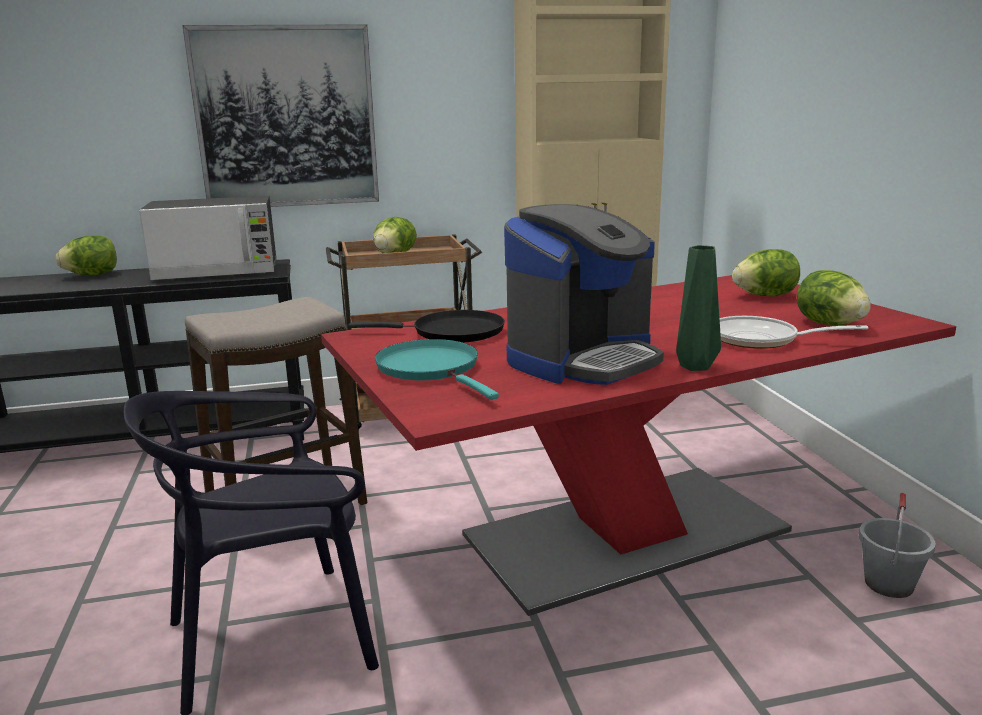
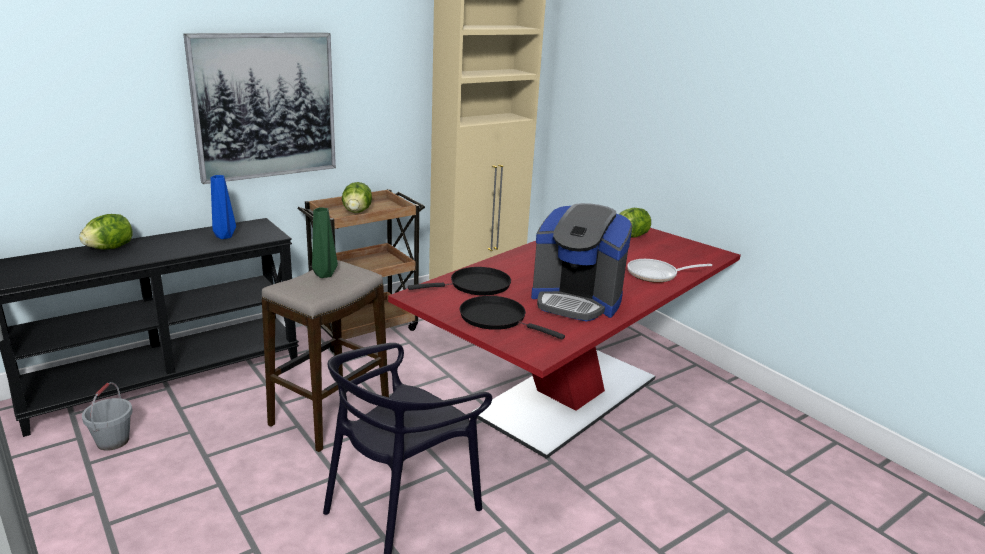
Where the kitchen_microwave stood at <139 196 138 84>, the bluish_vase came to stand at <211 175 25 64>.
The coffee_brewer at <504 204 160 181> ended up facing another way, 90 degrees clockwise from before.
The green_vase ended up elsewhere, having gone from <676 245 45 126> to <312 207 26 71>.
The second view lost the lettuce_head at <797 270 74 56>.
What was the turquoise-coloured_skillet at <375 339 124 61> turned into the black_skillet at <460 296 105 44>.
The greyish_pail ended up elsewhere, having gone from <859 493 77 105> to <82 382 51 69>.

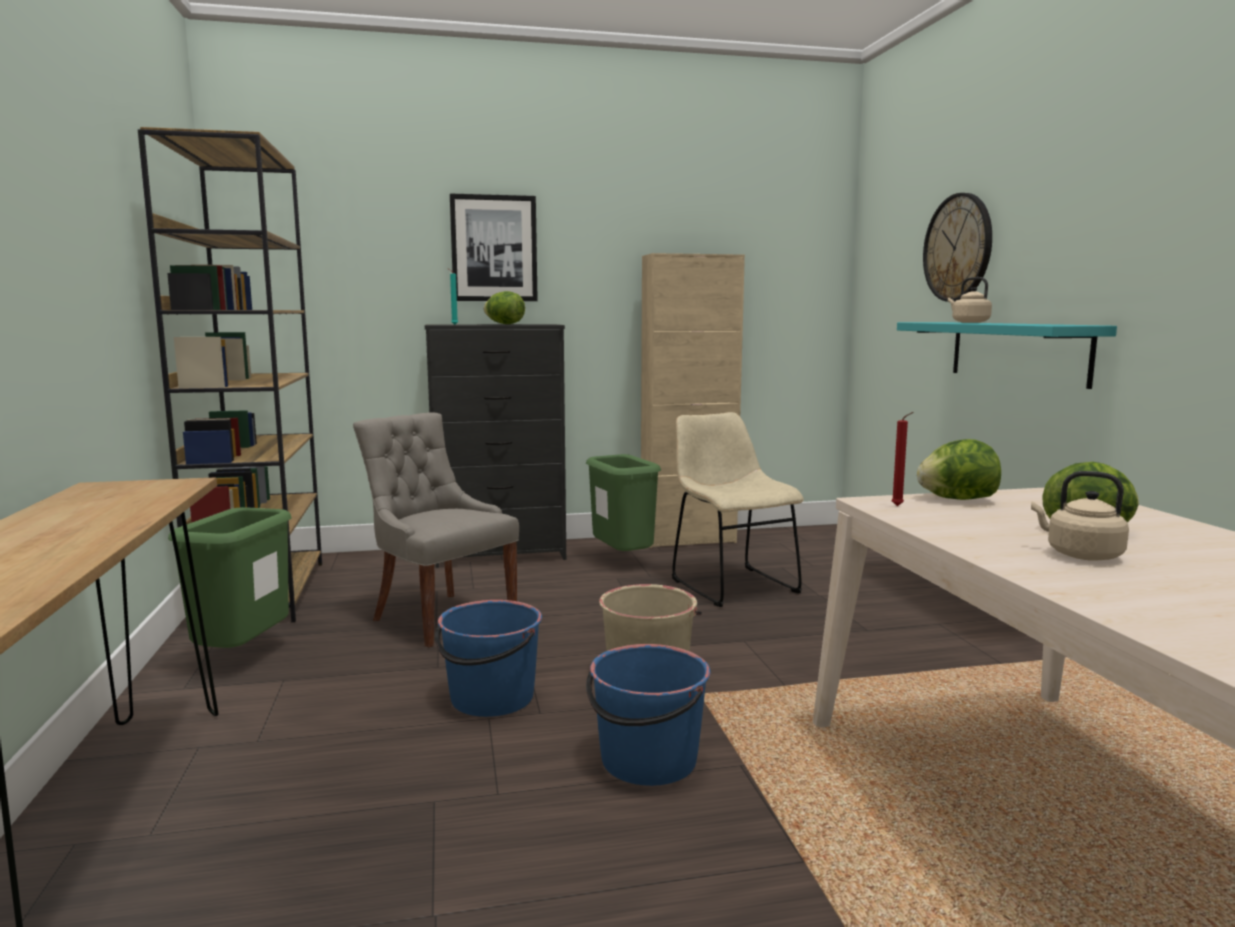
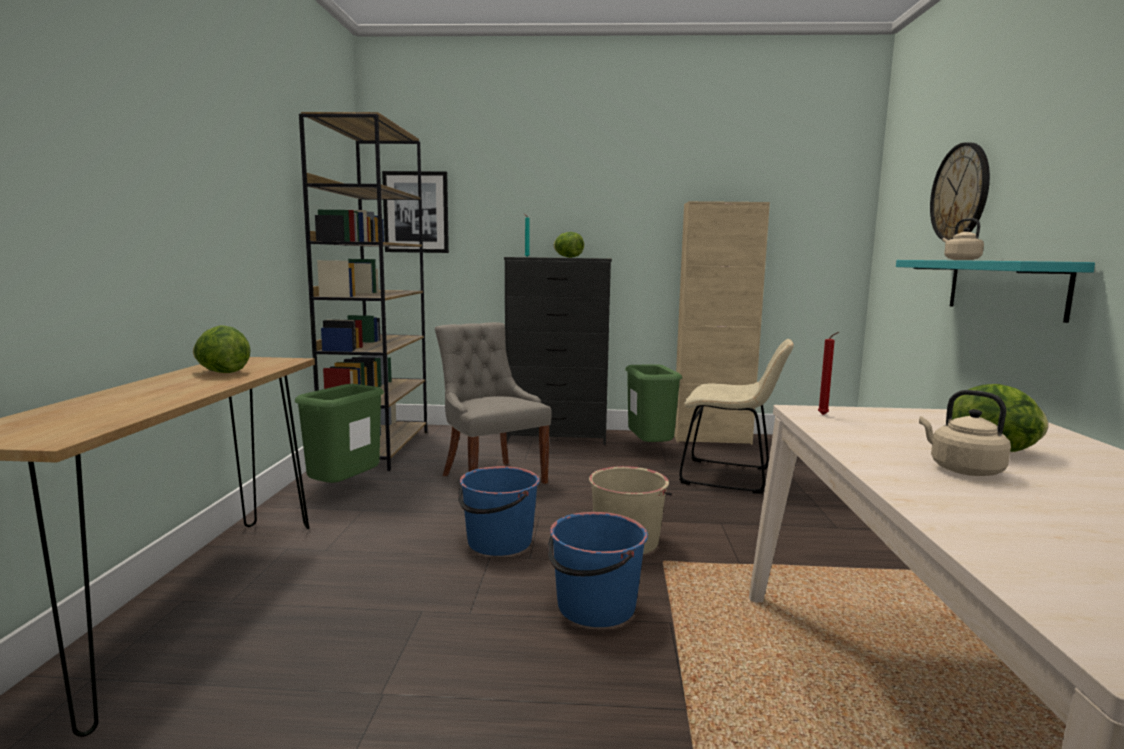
The picture ended up elsewhere, having gone from <450 193 88 108> to <382 171 67 82>.
The sand-coloured_upright_chair at <672 412 132 195> ended up facing another way, 120 degrees clockwise from before.
The lettuce_head ended up elsewhere, having gone from <917 439 84 61> to <193 325 58 48>.

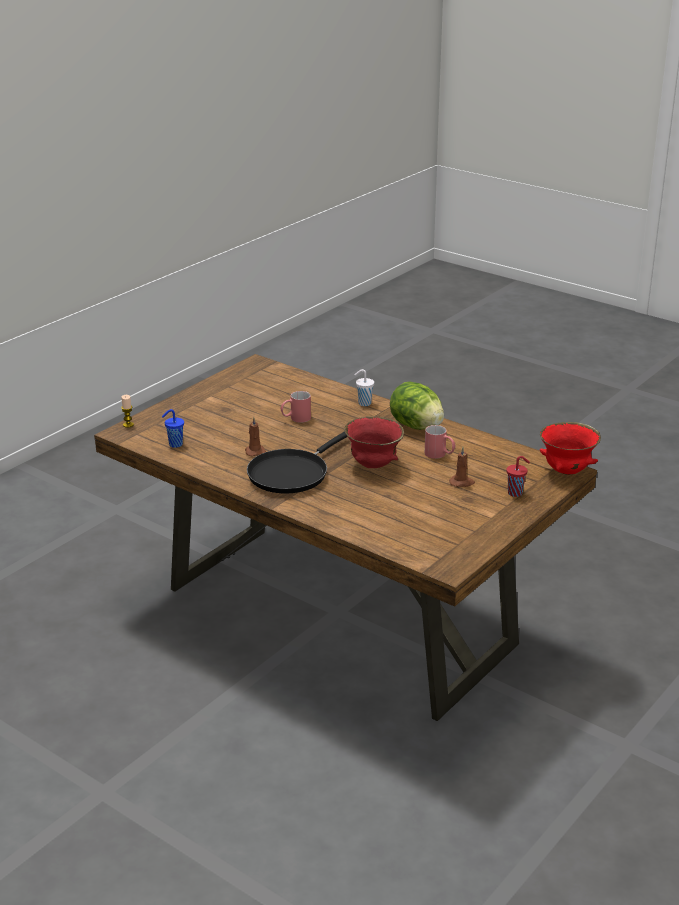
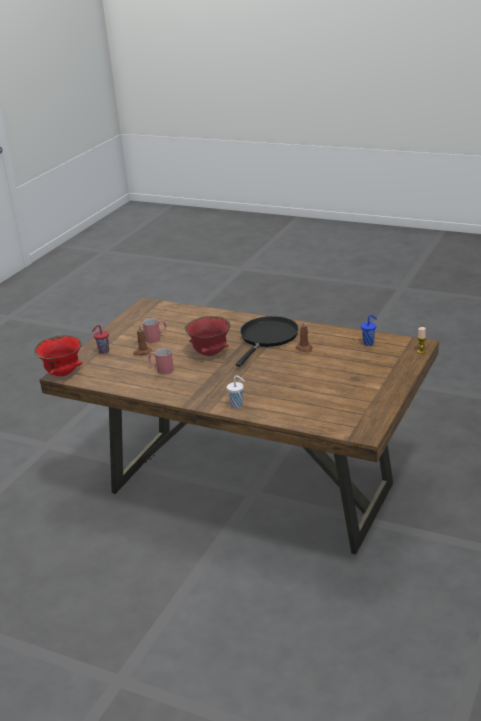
The second view lost the lettuce_head at <390 381 54 49>.
The red-coloured_mug ended up elsewhere, having gone from <281 391 30 32> to <143 318 23 25>.

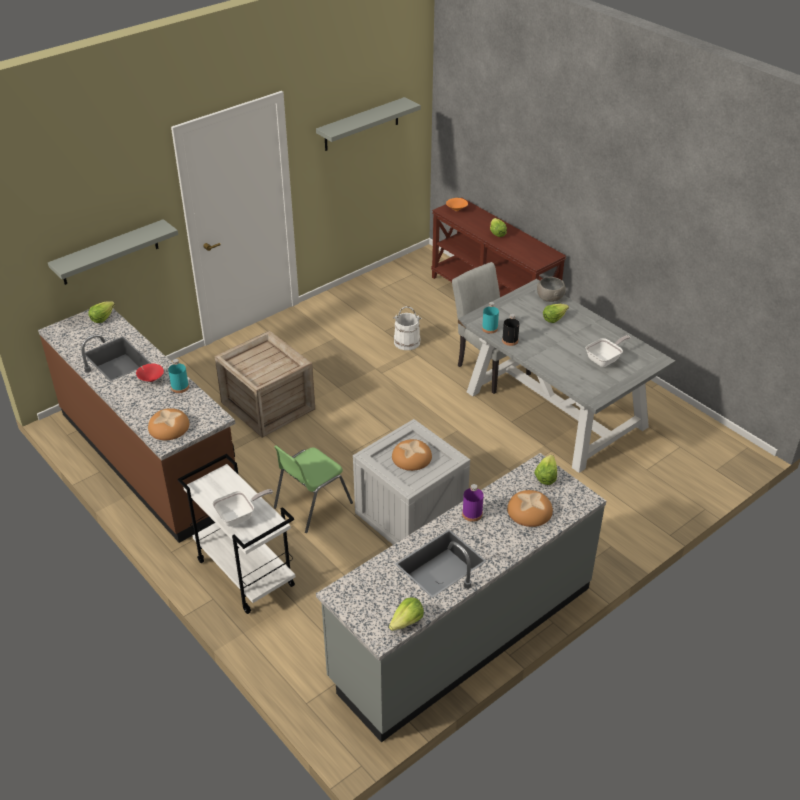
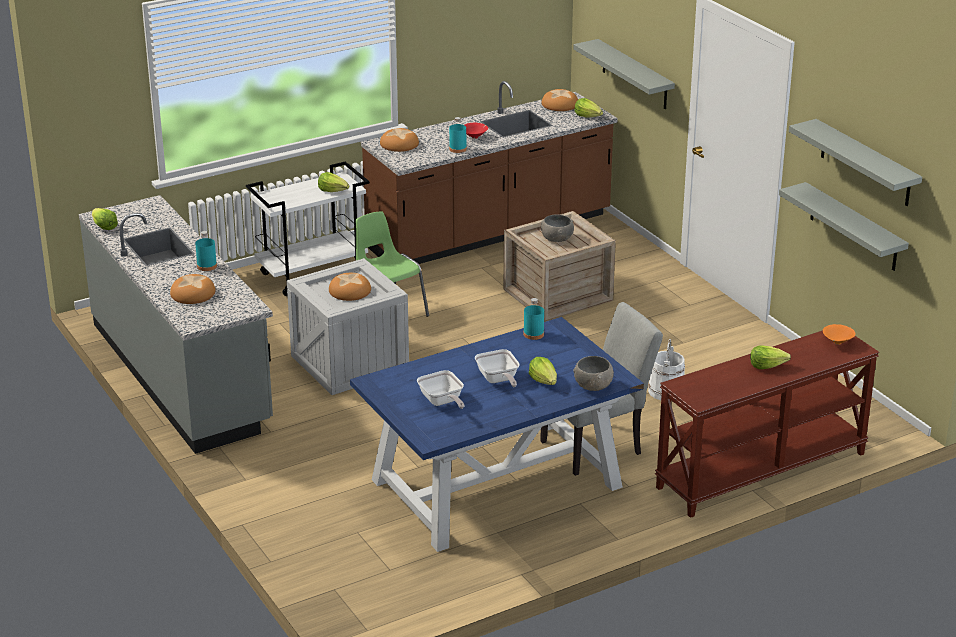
What was the greyish_dining_table at <458 279 217 194> turned into the bluish_dining_table at <350 317 294 235>.
The second view lost the black_beverage_bottle at <502 314 18 32>.
The lettuce_head ended up elsewhere, having gone from <534 455 23 30> to <318 172 31 20>.
What was the purple-coloured_beverage_bottle at <462 484 21 38> turned into the turquoise-coloured_beverage_bottle at <195 231 22 40>.
The skillet ended up elsewhere, having gone from <212 489 61 38> to <475 349 45 38>.
The second view gained the bakery_bread at <542 89 36 22>.
The second view gained the greyish_wall_shelf at <779 182 130 89>.
The second view gained the greyish_serving_bowl at <541 214 33 28>.

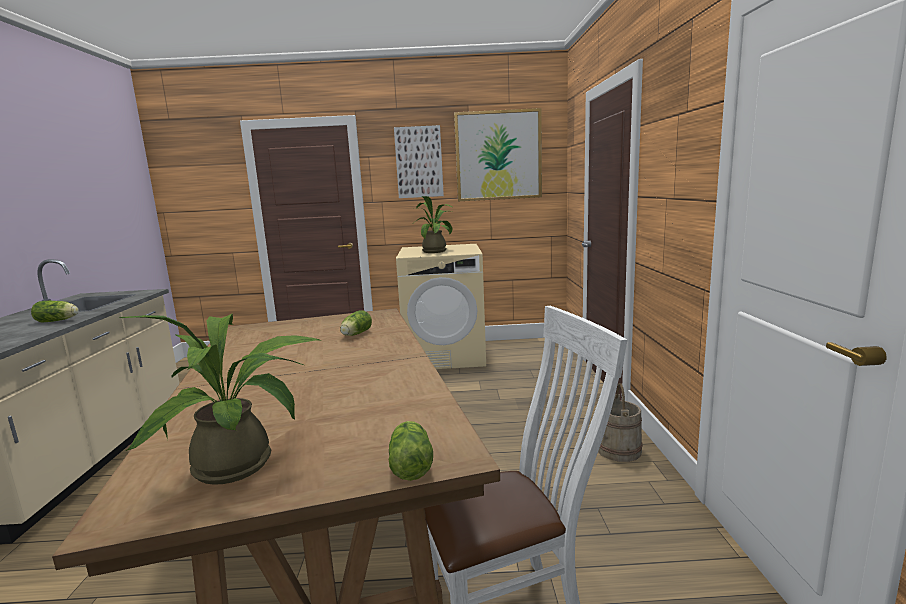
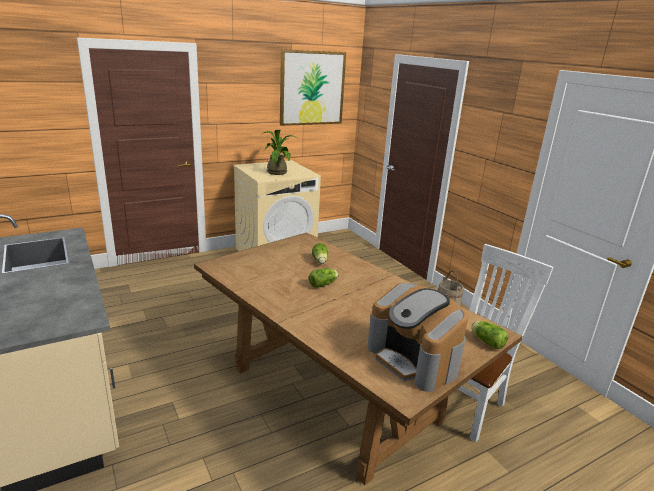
The second view lost the picture at <394 125 50 73>.
The lettuce_head ended up elsewhere, having gone from <31 301 48 21> to <309 268 30 20>.
Where the plant_in_a_pot stood at <119 314 201 171>, the coffee_brewer came to stand at <367 283 101 109>.

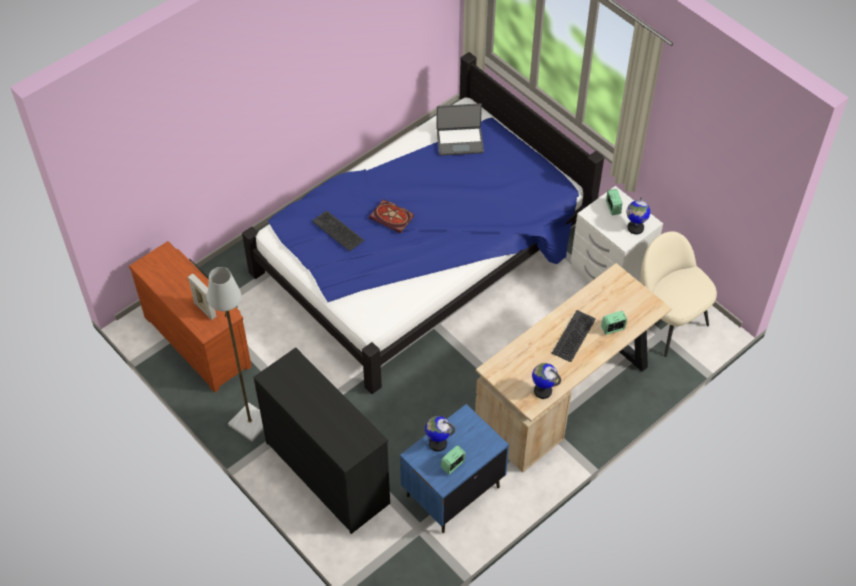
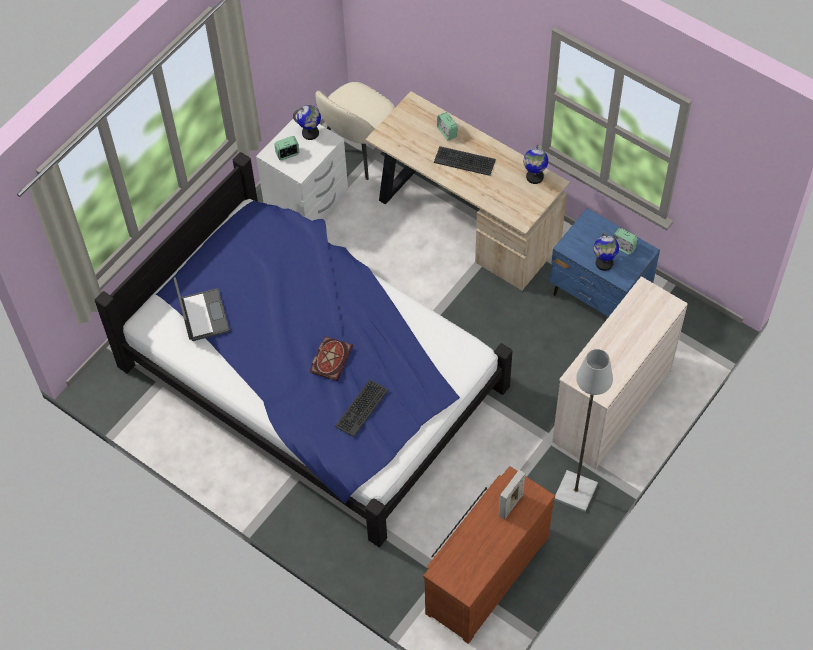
What was the black_chest_of_drawers at <253 347 137 187> turned into the sand-coloured_chest_of_drawers at <552 276 136 194>.

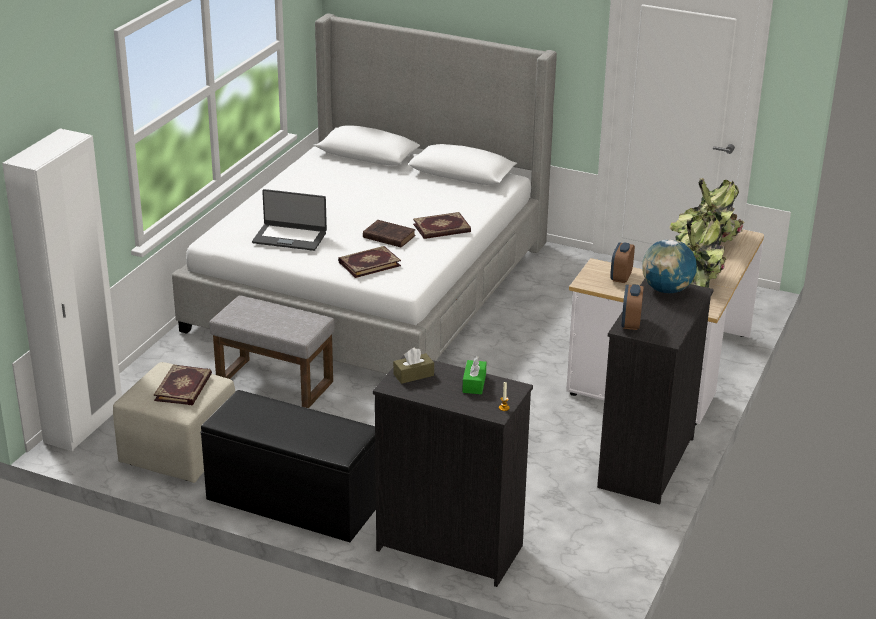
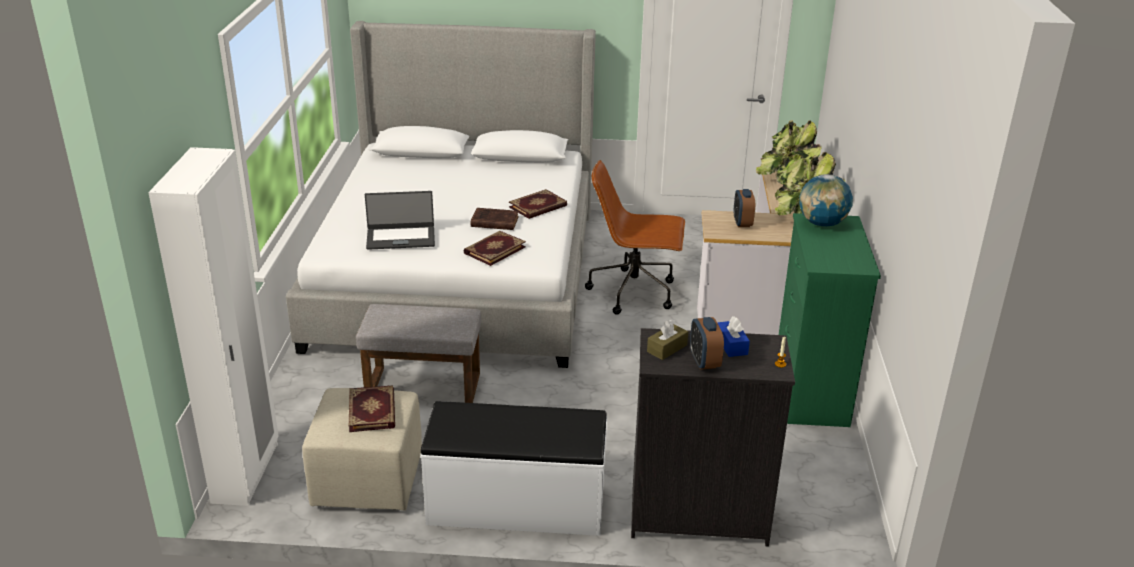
What was the black_chest_of_drawers at <597 279 117 225> turned into the green_chest_of_drawers at <779 213 102 214>.
The bedside_clock ended up elsewhere, having gone from <621 284 23 46> to <690 317 34 53>.
What was the green_tissue_box at <462 356 24 38> turned into the bluish_tissue_box at <718 316 32 41>.
What was the black_bench at <201 390 175 152> turned into the white_bench at <420 401 187 135>.
The second view gained the brownish_computer_chair at <585 160 100 155>.

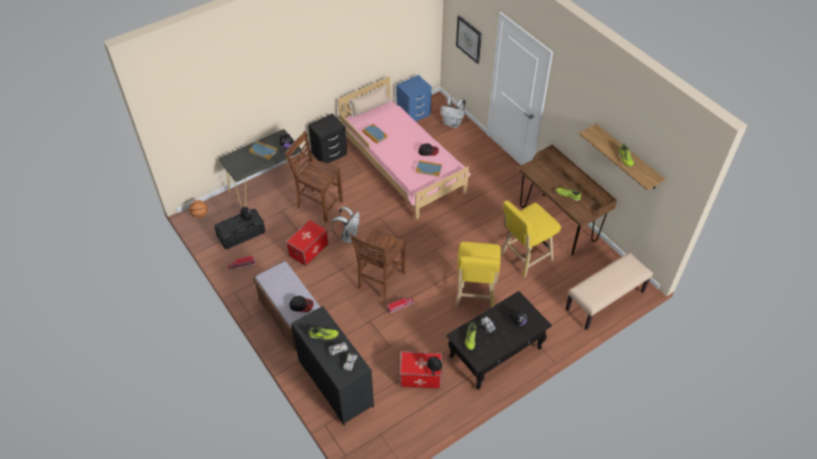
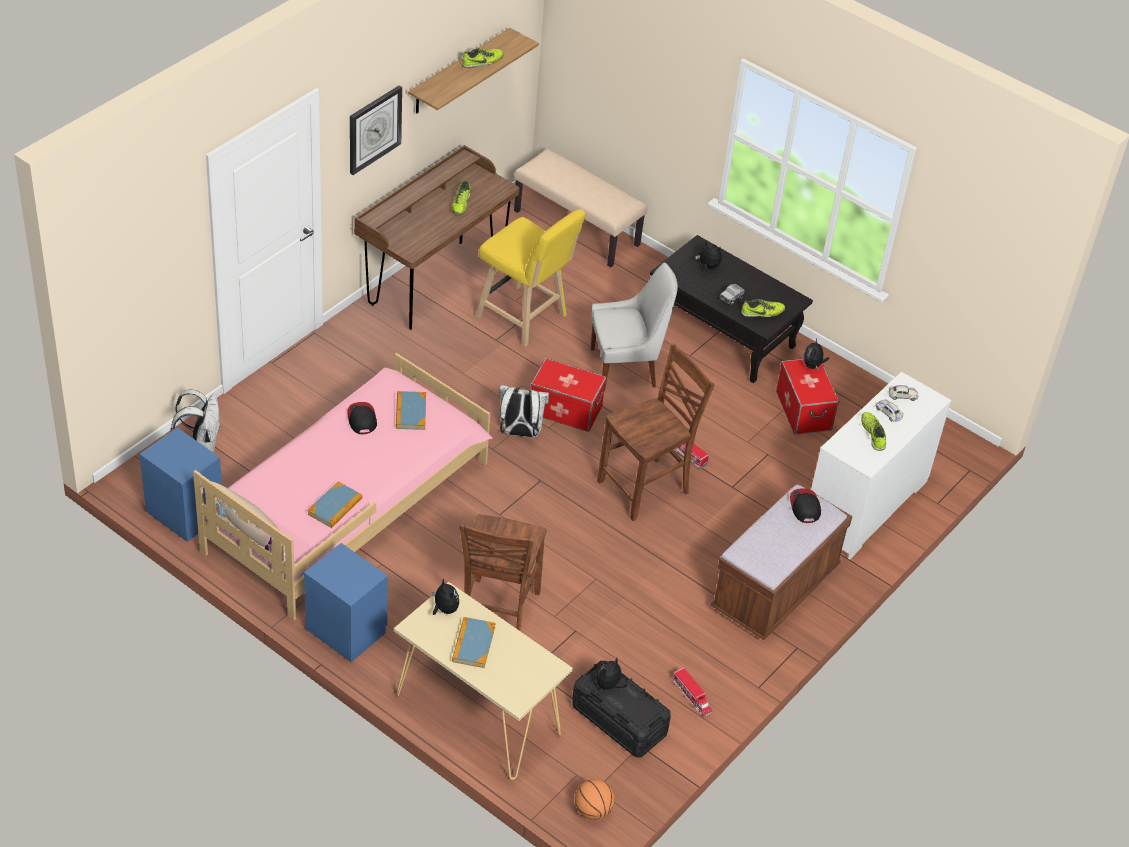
The wall_clock ended up elsewhere, having gone from <456 15 26 49> to <350 86 52 89>.
What was the black_nightstand at <308 113 39 50> turned into the bluish_nightstand at <304 543 84 119>.
What was the black_hall_table at <218 129 84 80> turned into the sand-coloured_hall_table at <394 582 179 198>.
The white_backpack ended up elsewhere, having gone from <331 207 28 36> to <499 385 50 52>.
The storage_container ended up elsewhere, having gone from <286 220 42 46> to <531 358 75 74>.
The brownish_upright_chair at <350 229 56 71> ended up facing another way, 45 degrees counterclockwise from before.
Where the yellow-coloured_stool_seat stood at <455 242 46 65>, the white_upright_chair came to stand at <591 263 87 128>.
What was the black_chest_of_drawers at <291 306 83 120> turned into the white_chest_of_drawers at <811 372 140 188>.

